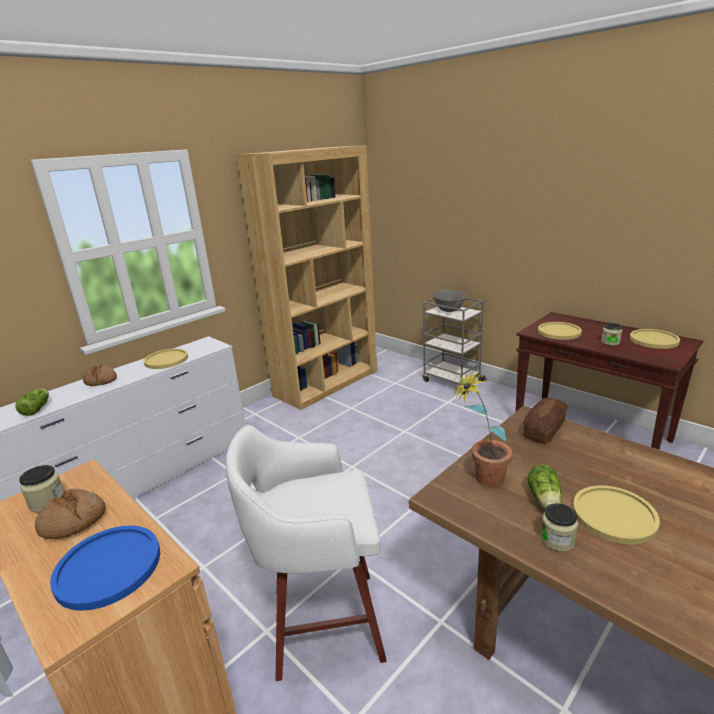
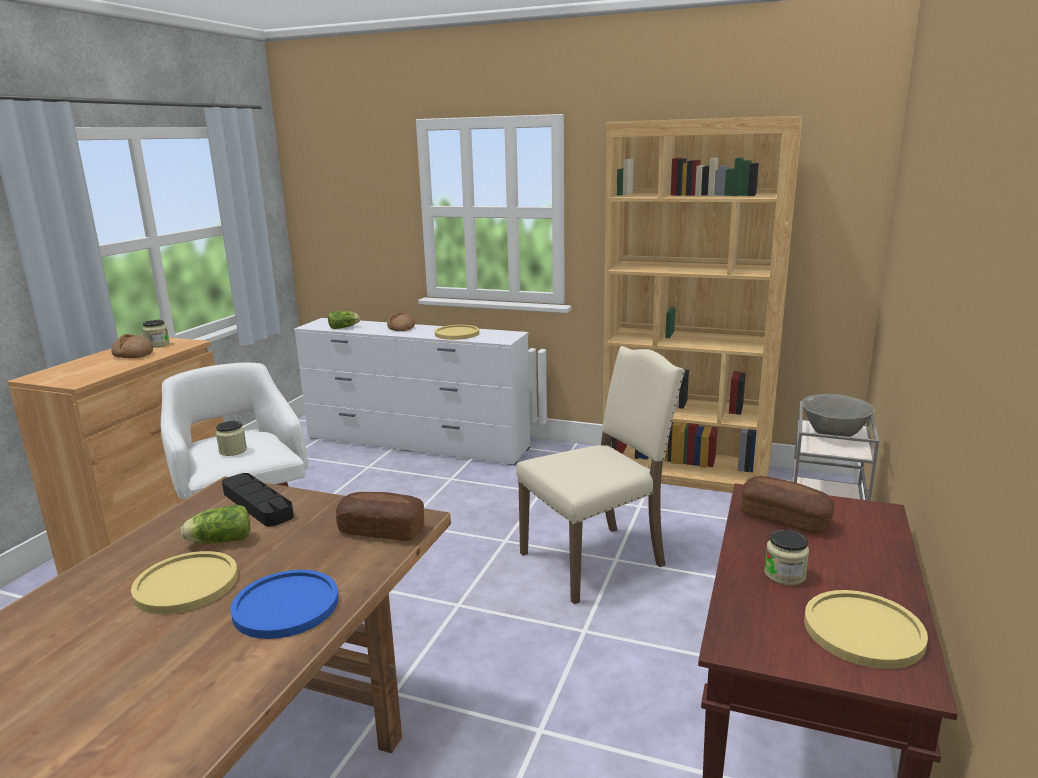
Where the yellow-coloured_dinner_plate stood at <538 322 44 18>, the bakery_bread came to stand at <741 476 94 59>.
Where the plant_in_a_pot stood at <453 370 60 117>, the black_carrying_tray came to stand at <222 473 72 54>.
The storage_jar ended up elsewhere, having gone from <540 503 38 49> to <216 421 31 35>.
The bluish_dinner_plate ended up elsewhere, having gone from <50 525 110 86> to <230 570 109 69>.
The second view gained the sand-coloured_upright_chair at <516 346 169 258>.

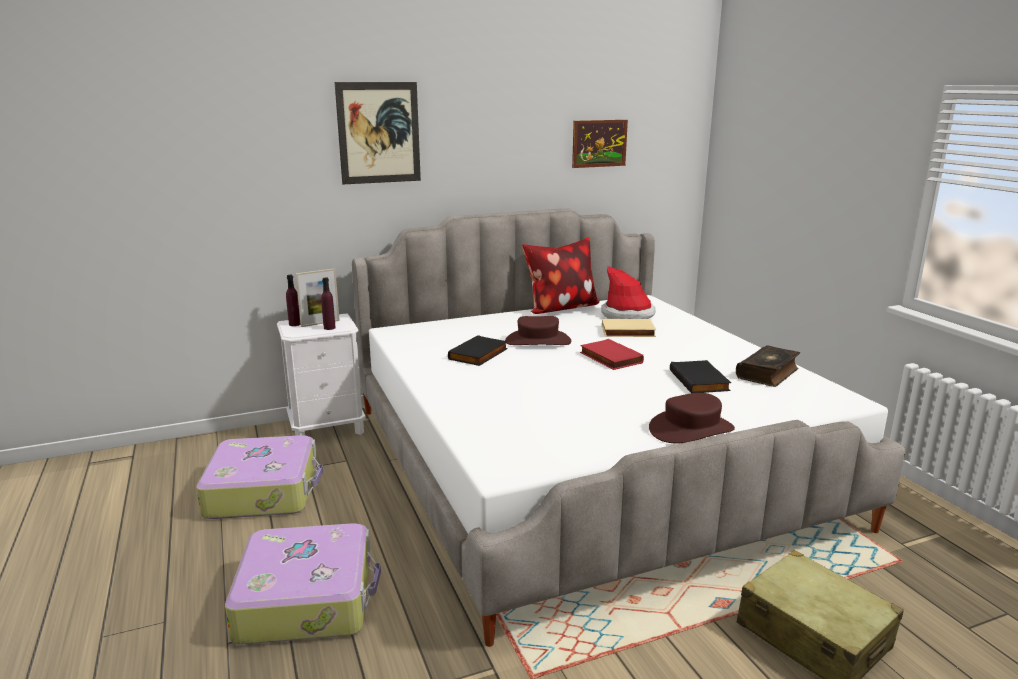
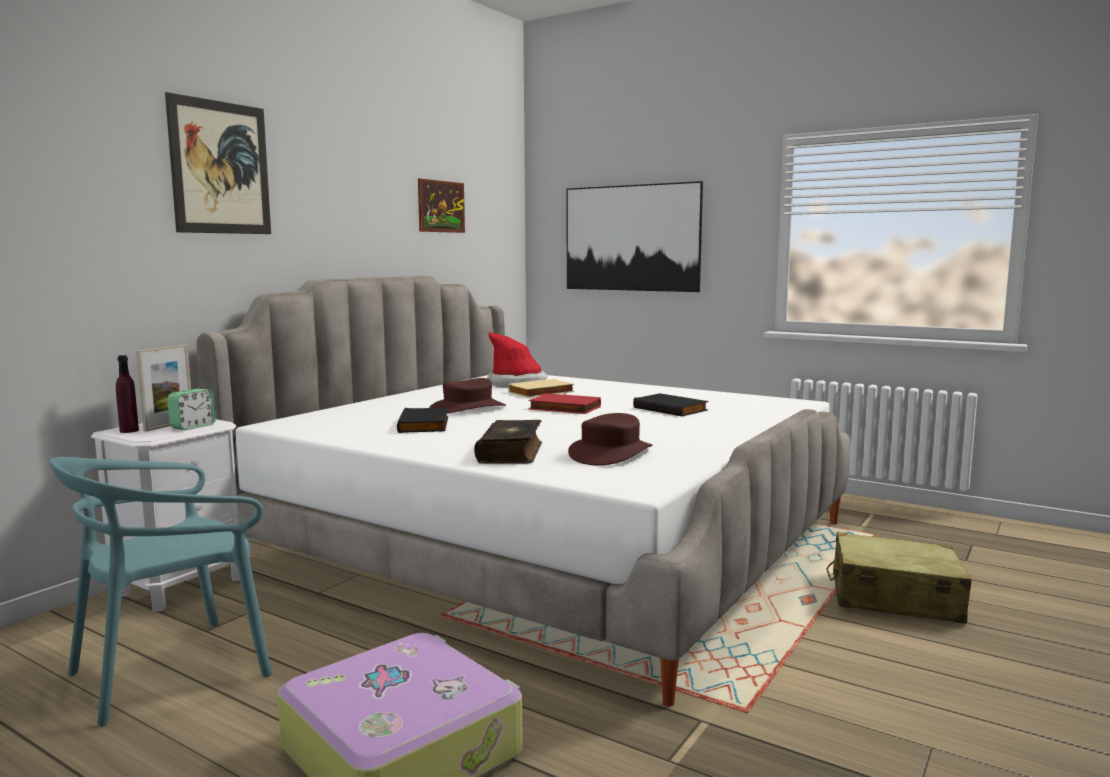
The second view lost the throw_pillow at <522 237 77 77>.
Where the purple-coloured_beverage_bottle stood at <321 278 15 52>, the bedside_clock came to stand at <167 389 49 41>.
The book ended up elsewhere, having gone from <736 345 64 42> to <474 420 68 44>.
The brownish_hat ended up elsewhere, having gone from <649 393 86 51> to <568 413 85 52>.
Where the travel_case stood at <196 435 127 84>, the turquoise-coloured_upright_chair came to stand at <49 457 223 270>.
The second view gained the picture at <567 181 136 111>.

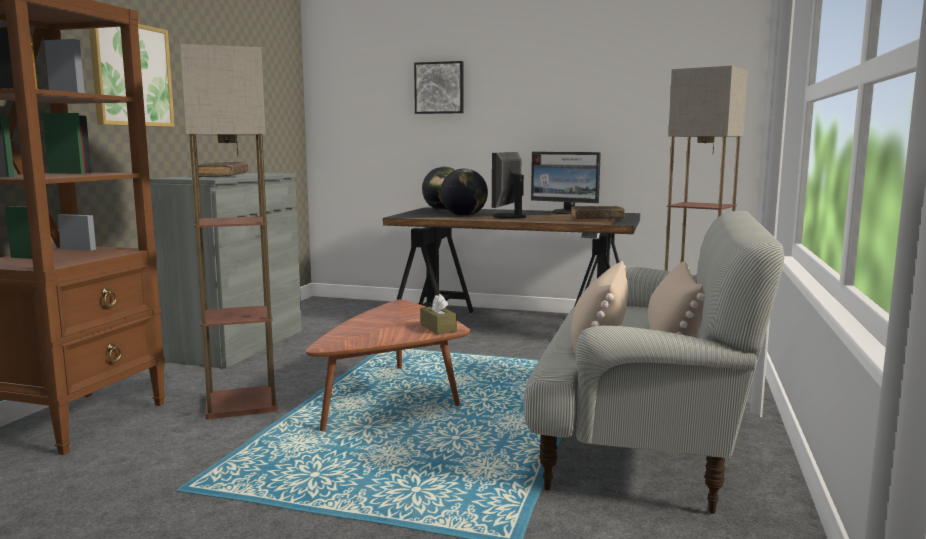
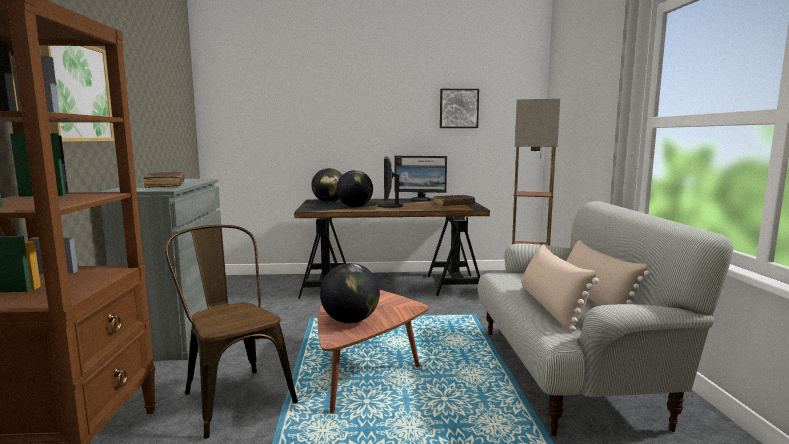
Where the standard_lamp stood at <180 44 98 375>, the brownish_upright_chair came to stand at <165 225 133 214>.
The picture ended up elsewhere, having gone from <414 61 50 53> to <440 89 39 39>.
The second view lost the brownish_tissue_box at <420 294 37 40>.
The second view gained the world_globe at <320 263 60 60>.

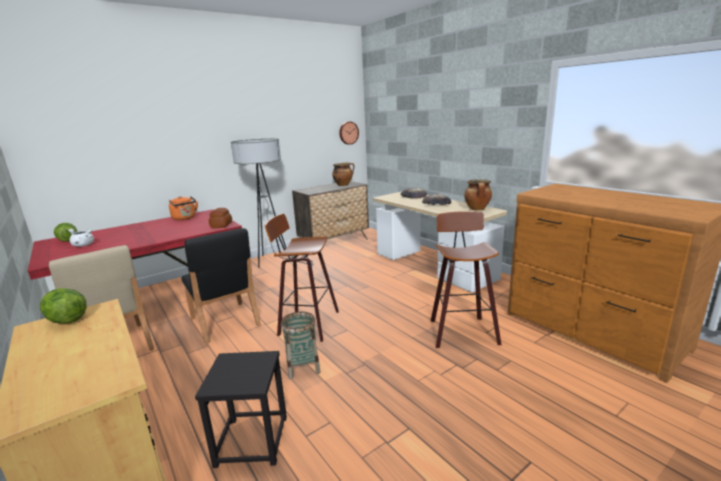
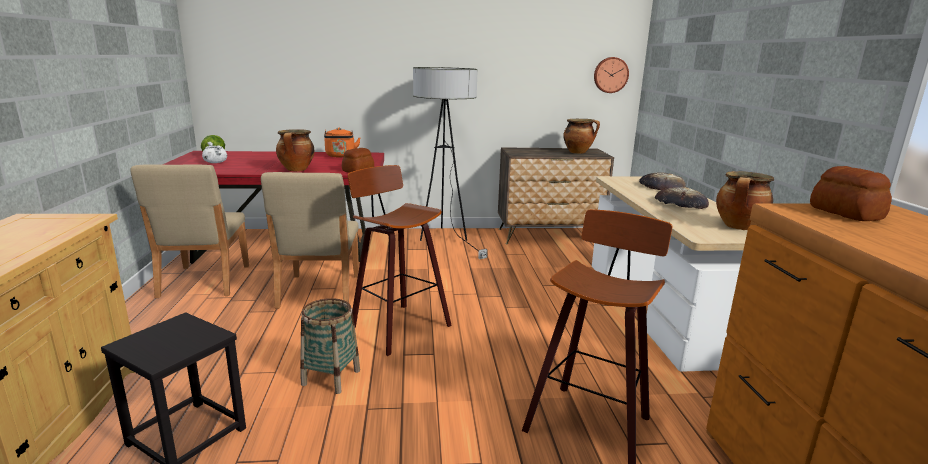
What was the black_upright_chair at <182 228 79 116> turned into the sand-coloured_upright_chair at <261 172 98 137>.
The second view lost the lettuce_head at <40 288 47 36>.
The second view gained the saucepot at <276 129 39 42>.
The second view gained the bakery_bread at <810 166 82 55>.

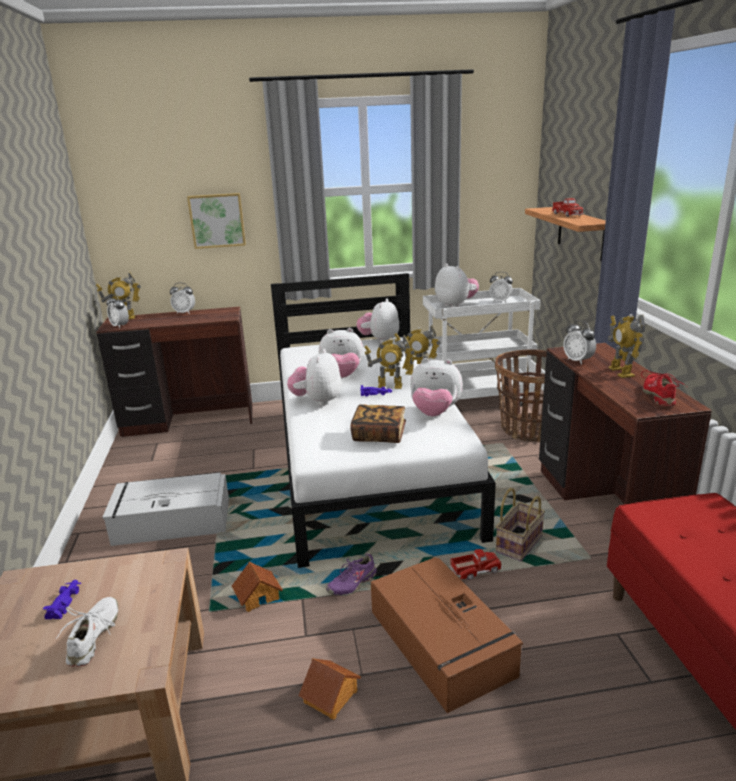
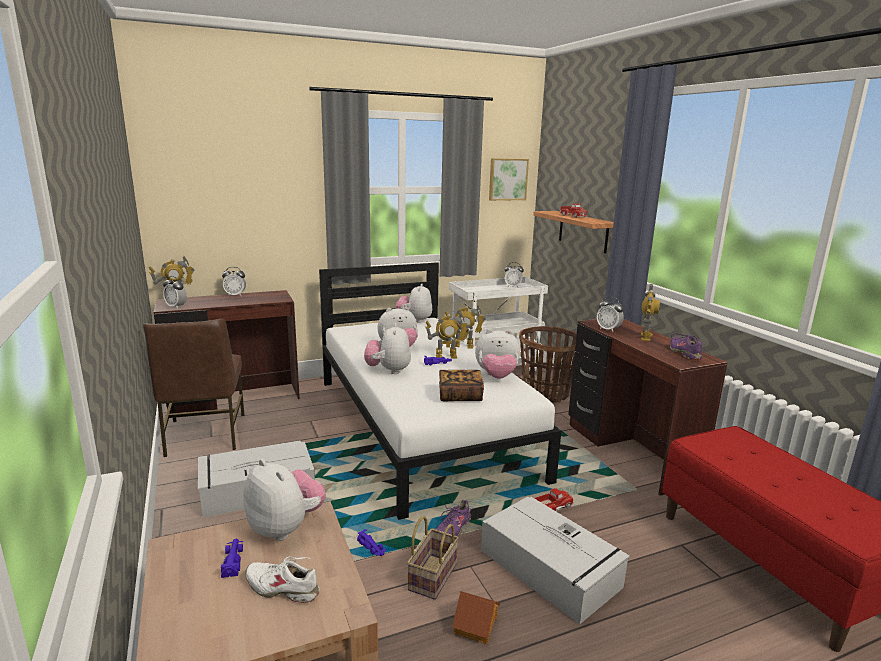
The picture ended up elsewhere, having gone from <187 193 59 56> to <489 158 40 43>.
The cuddly_toy ended up elsewhere, having gone from <435 263 44 45> to <243 459 83 82>.
The model_robot at <608 314 37 64> ended up facing another way, 135 degrees counterclockwise from before.
What was the red-coloured_low_shoe at <641 370 46 36> turned into the purple-coloured_low_shoe at <670 333 37 27>.
The storage_basket ended up elsewhere, having gone from <496 488 49 73> to <407 516 52 84>.
What was the brownish_storage_container at <371 557 152 156> turned into the greyish_storage_container at <481 497 149 127>.
Where the toy_house stood at <232 561 51 51>, the purple-coloured_model_car came to stand at <357 529 29 27>.
The white_low_shoe at <56 597 62 70> ended up facing another way, 60 degrees counterclockwise from before.
The second view gained the brownish_upright_chair at <143 319 102 138>.

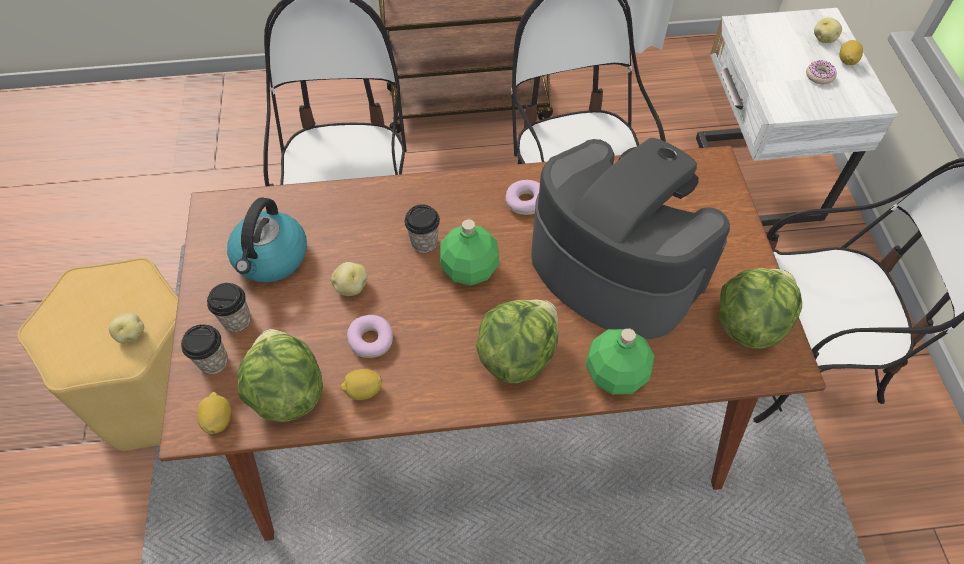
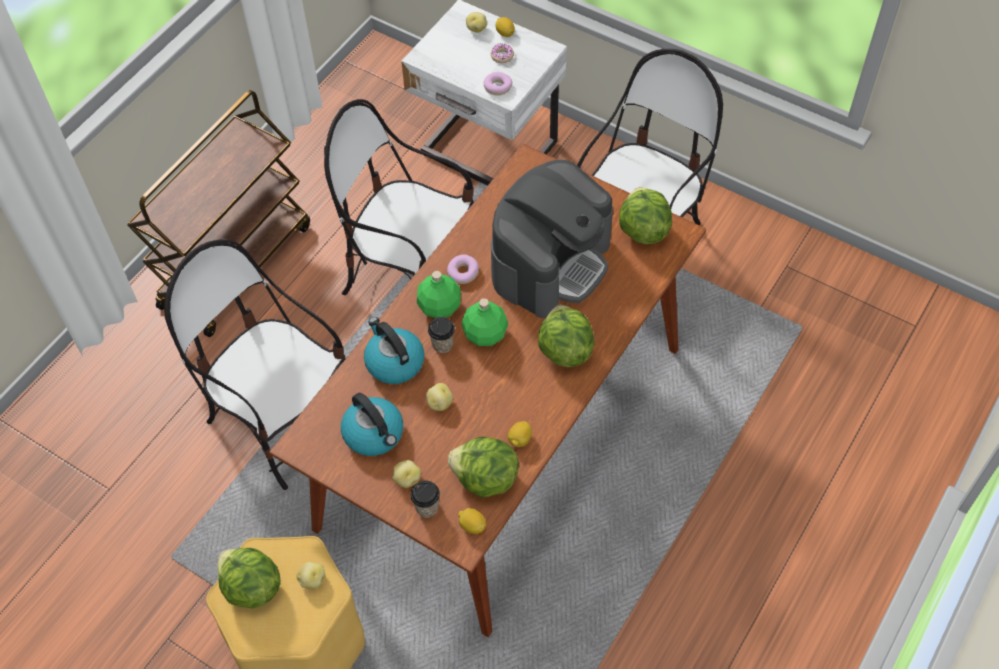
The coffee_brewer at <531 138 199 201> ended up facing another way, 135 degrees clockwise from before.
Where the cup stood at <207 283 44 49>, the whole_potato came to stand at <392 460 29 28>.
The ring_doughnut ended up elsewhere, having gone from <347 315 46 43> to <483 72 29 24>.
The green_beverage_bottle ended up elsewhere, having gone from <586 328 68 67> to <417 271 44 47>.
The second view gained the kettle at <364 317 60 67>.
The second view gained the lettuce_head at <218 548 63 61>.

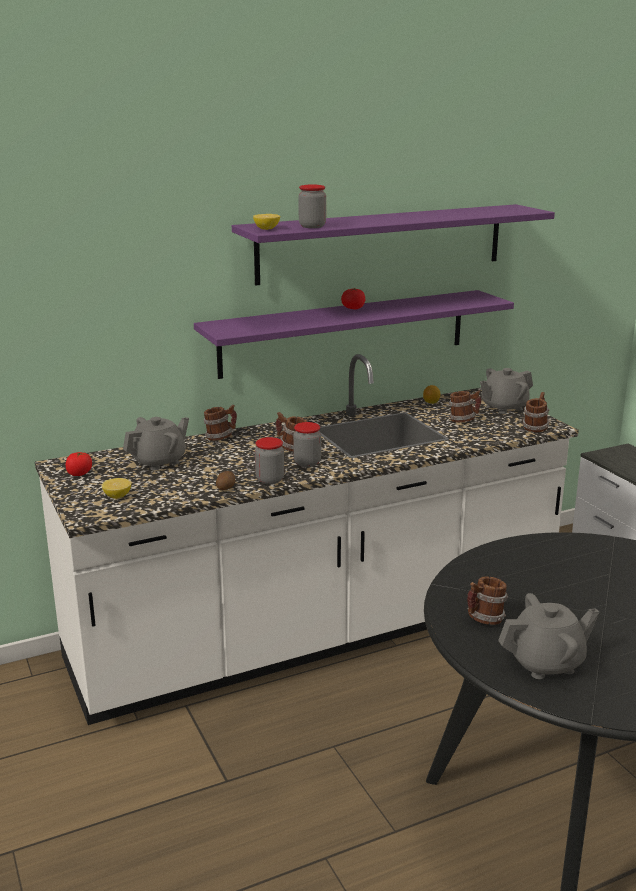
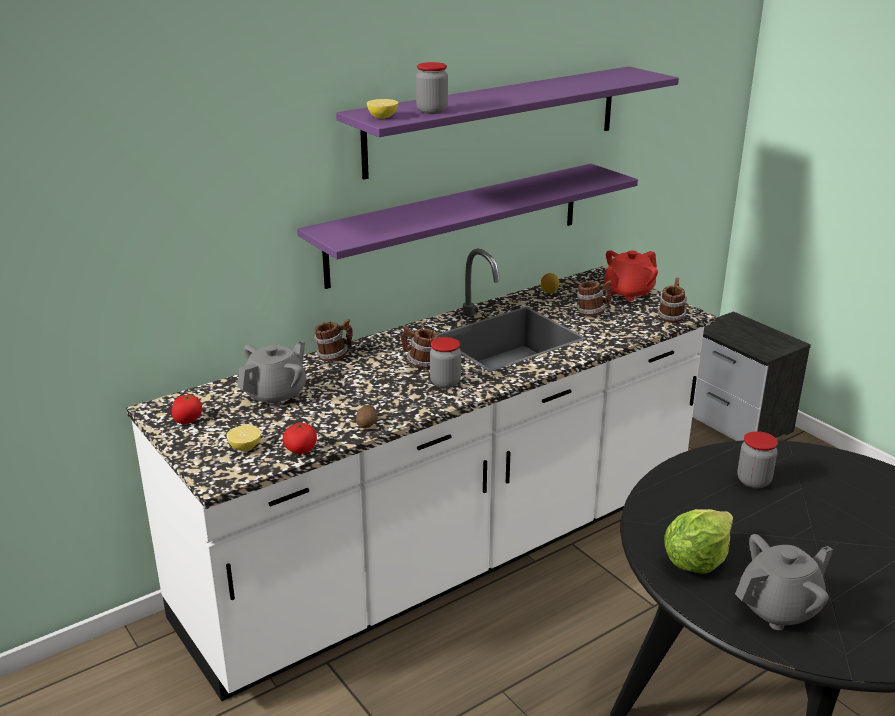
The whole_tomato ended up elsewhere, having gone from <341 288 24 21> to <283 423 34 31>.
What was the greyish_pot_for_tea at <480 368 53 46> turned into the red-coloured_pot_for_tea at <604 250 54 51>.
The storage_jar ended up elsewhere, having gone from <255 437 29 47> to <737 431 41 57>.
Where the mug stood at <467 576 41 49>, the lettuce_head came to stand at <664 509 69 65>.

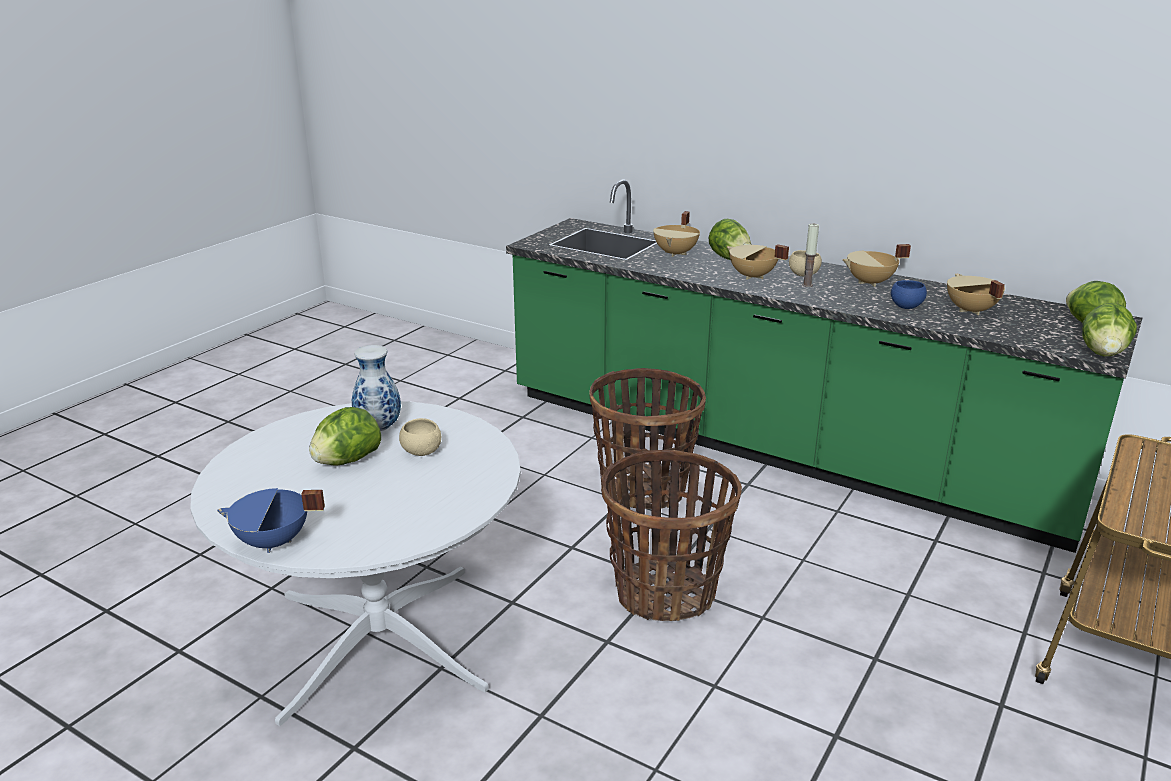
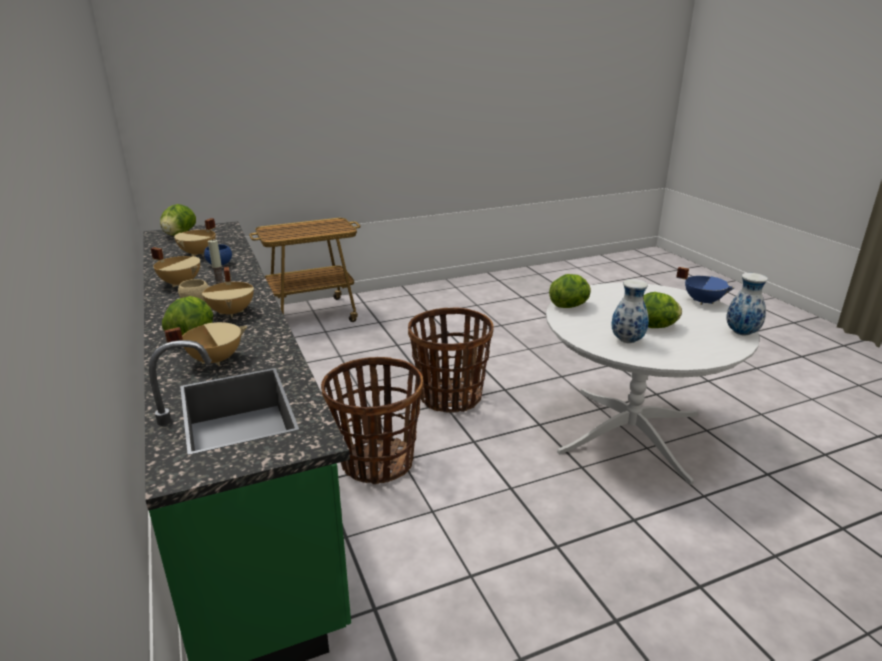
The lettuce_head ended up elsewhere, having gone from <1082 303 55 53> to <549 274 42 34>.
The second view lost the sand-coloured_serving_bowl at <399 418 42 38>.
The second view gained the vase at <726 273 42 62>.

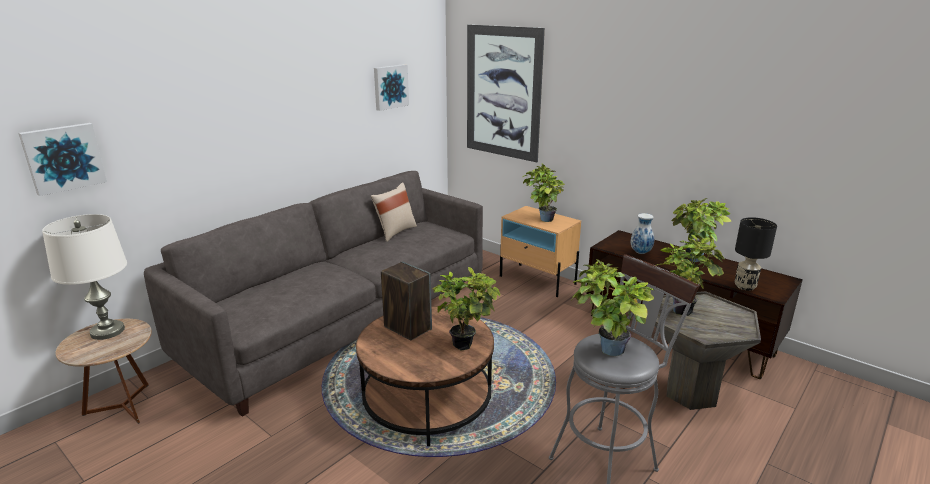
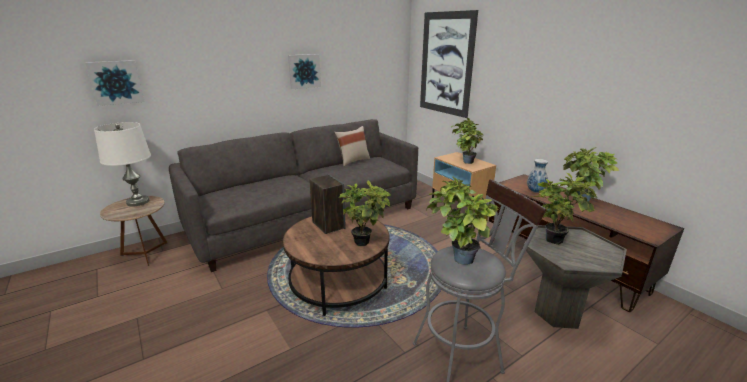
The picture ended up elsewhere, having gone from <374 64 35 47> to <288 54 33 35>.
The second view lost the black_table_lamp at <735 217 42 74>.

